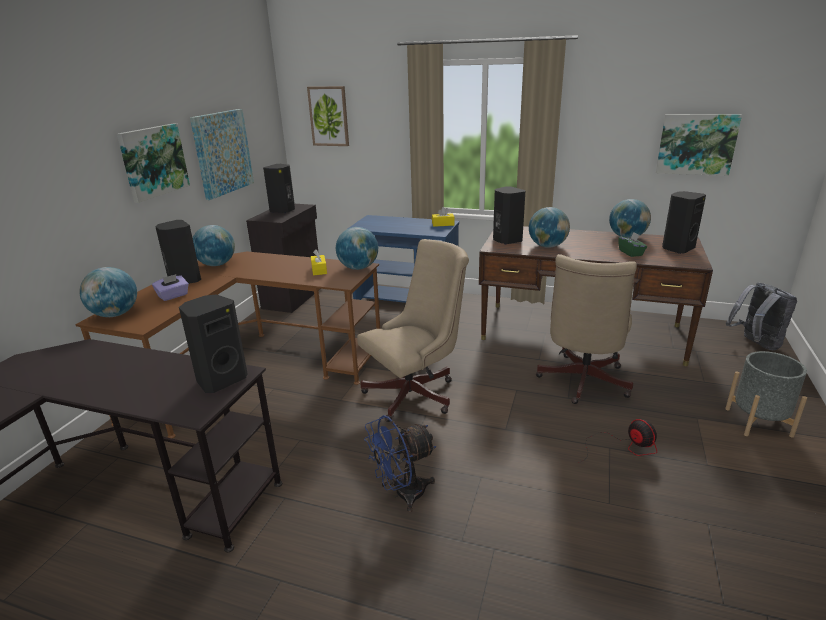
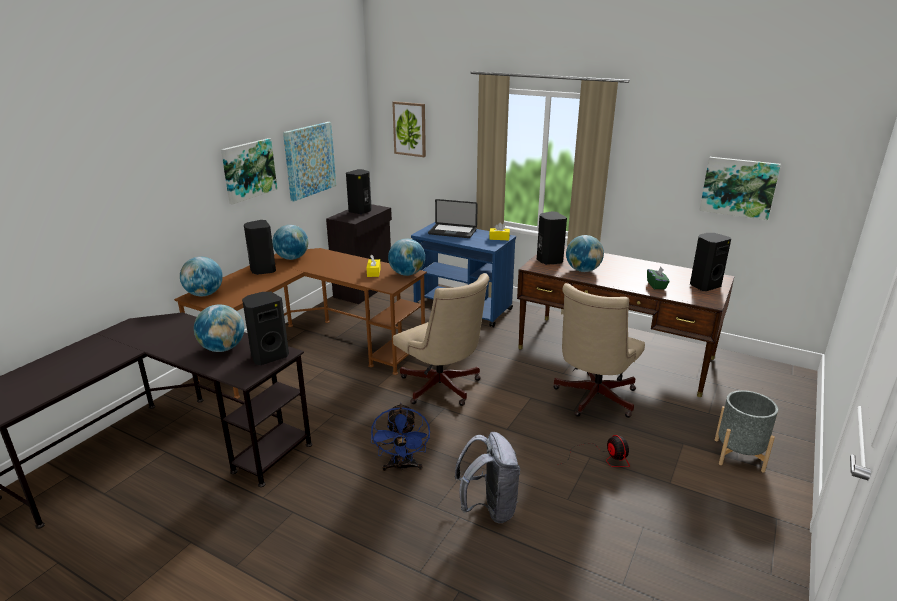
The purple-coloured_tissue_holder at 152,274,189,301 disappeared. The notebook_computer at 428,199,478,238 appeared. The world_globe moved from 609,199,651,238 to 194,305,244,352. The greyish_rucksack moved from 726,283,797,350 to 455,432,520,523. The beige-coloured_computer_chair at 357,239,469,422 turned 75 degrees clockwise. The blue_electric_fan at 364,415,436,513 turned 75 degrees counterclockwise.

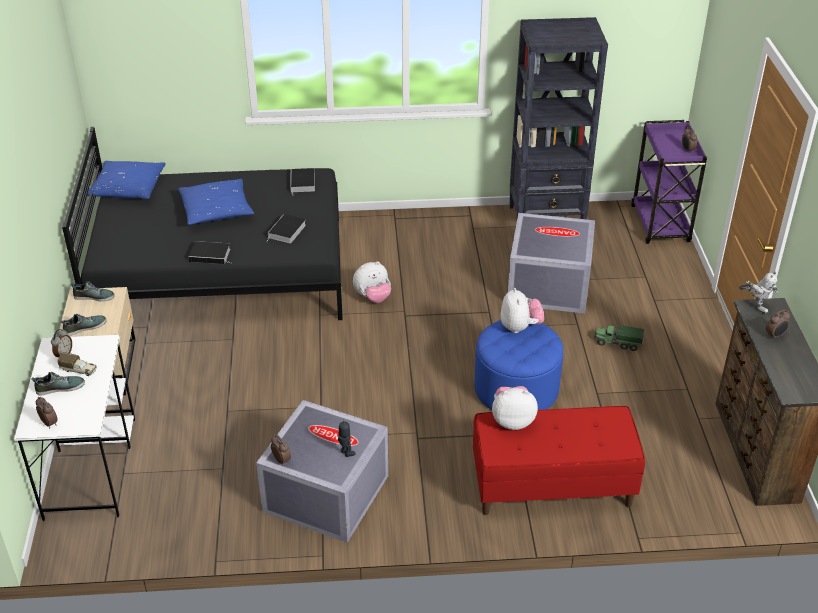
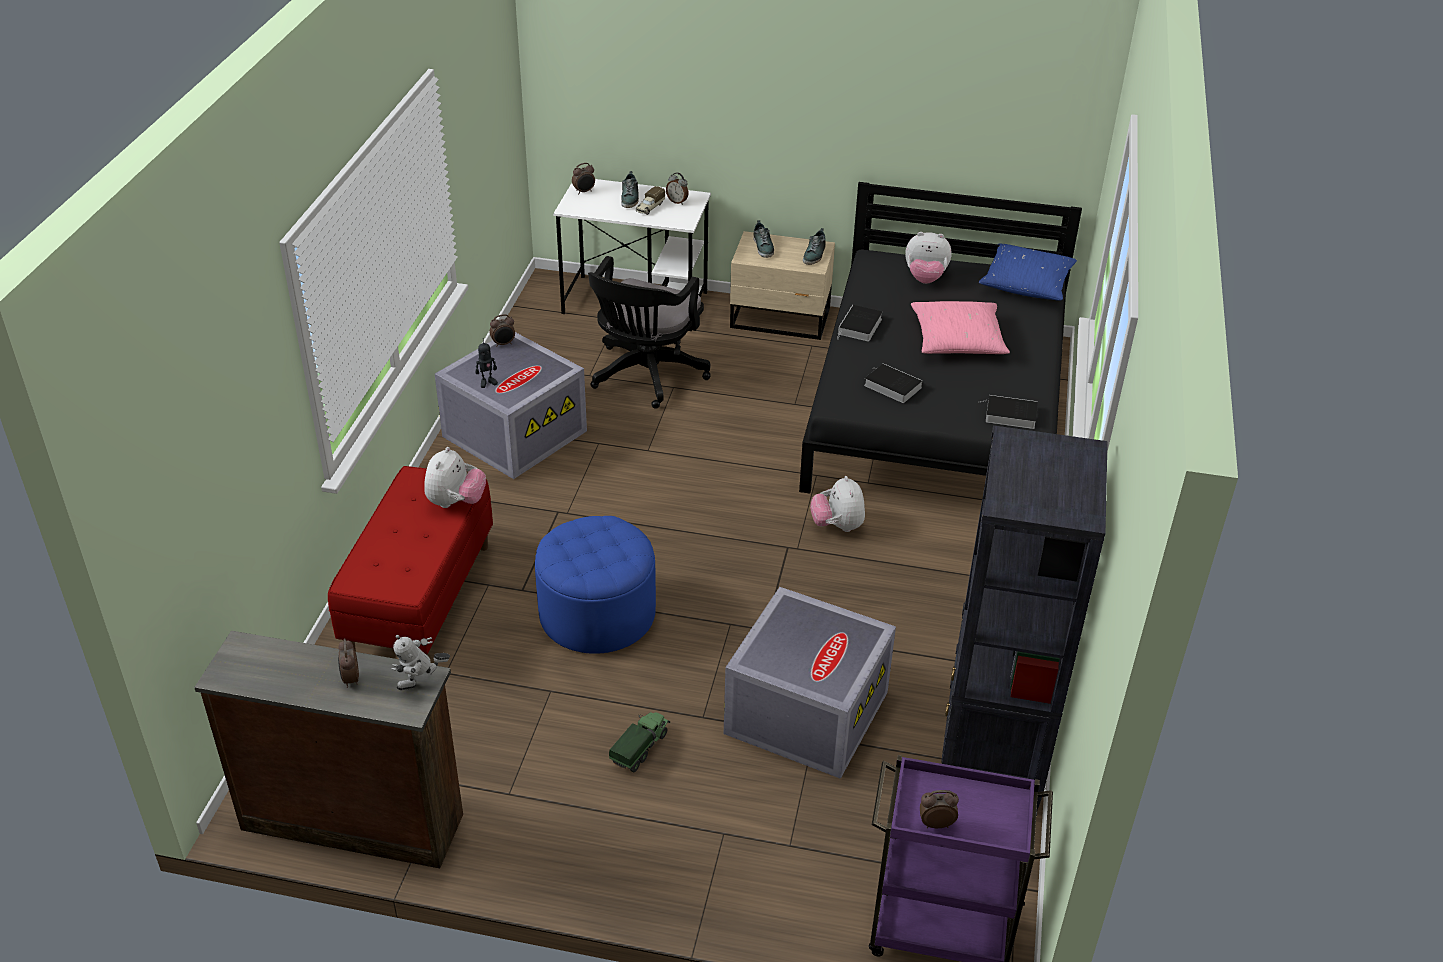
The black-coloured_computer_chair at 588,256,711,409 appeared. The plush_toy moved from 501,288,544,333 to 905,232,952,284. The blue_throw_pillow at 178,179,254,225 became the pink_throw_pillow at 911,301,1010,354.

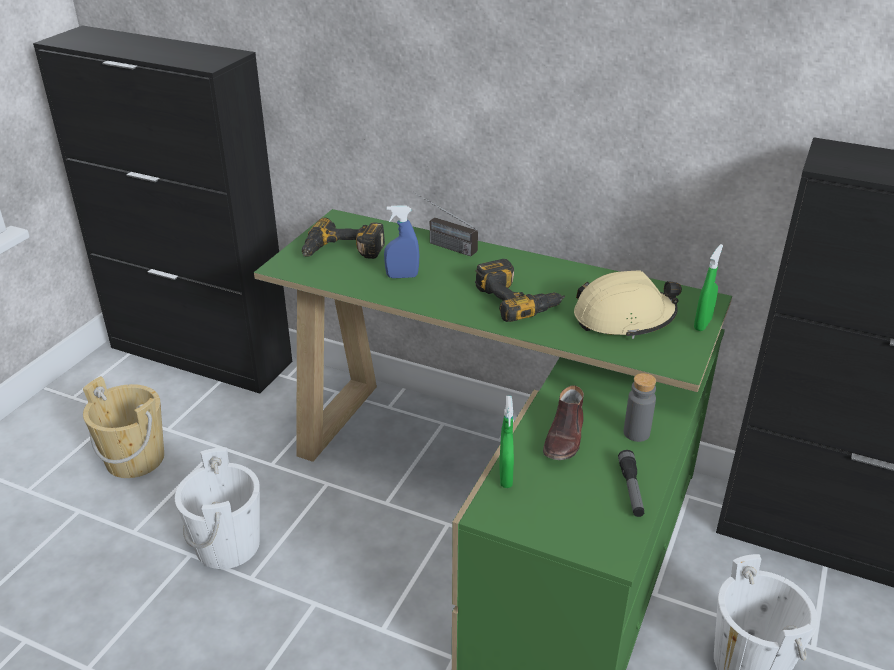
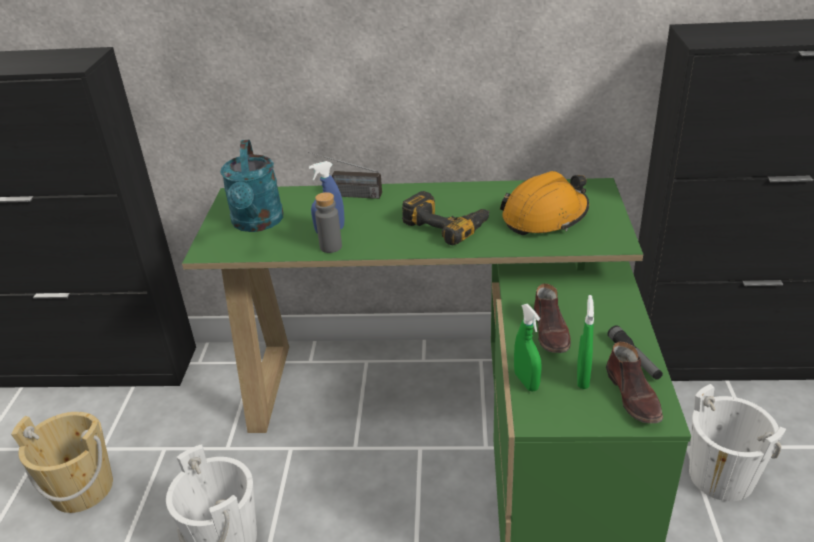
The brownish_shoe at 606,342,663,423 appeared. The greyish_beverage_bottle moved from 624,373,656,442 to 315,192,342,253. The greenish_spray_bottle moved from 694,244,723,331 to 577,295,594,389. The drill at 302,218,385,259 was replaced by the blue-green_watering_pot at 220,140,283,232. The beige-coloured_hard_hat at 574,270,682,339 became the orange_hard_hat at 500,171,589,235.

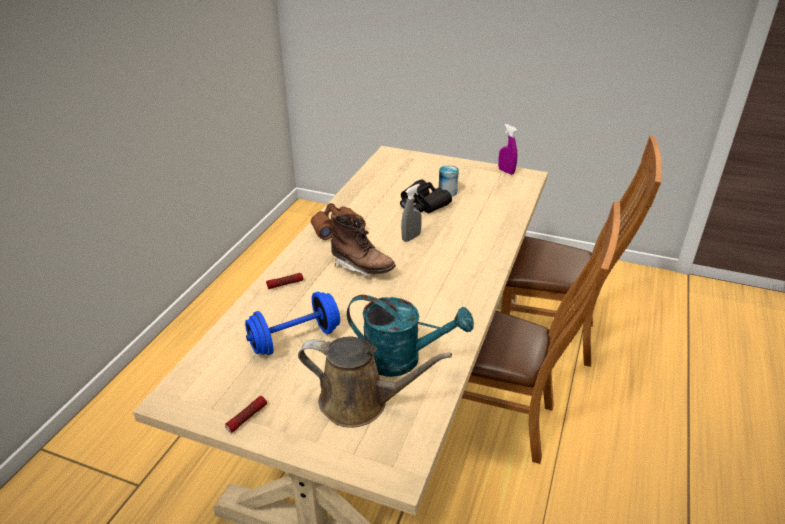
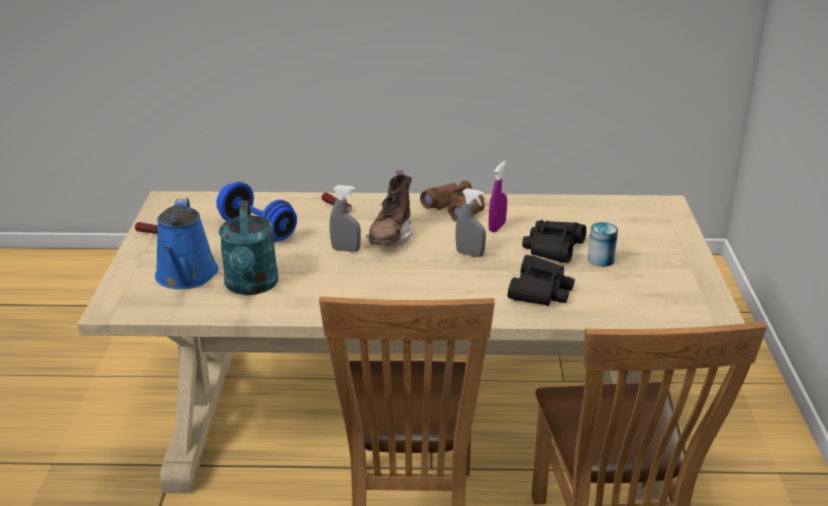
The greyish_spray_bottle at 329,185,361,252 appeared. The black-coloured_binoculars at 507,255,575,306 appeared. The purple-coloured_spray_bottle moved from 498,124,517,175 to 489,161,507,232. The brownish_watering_pot at 298,337,452,428 became the blue_watering_pot at 155,198,219,289.

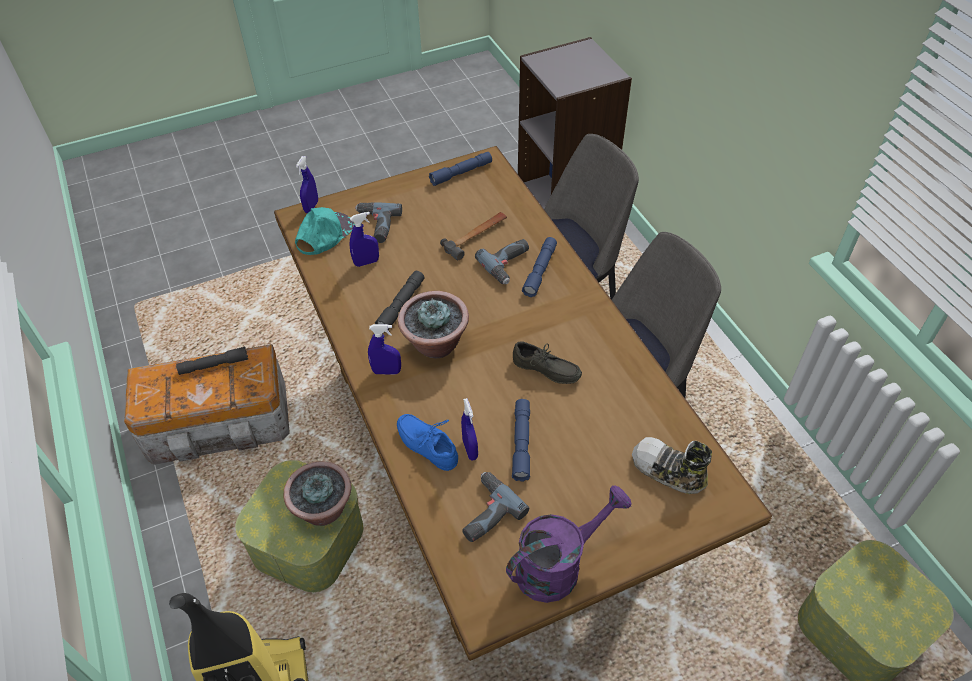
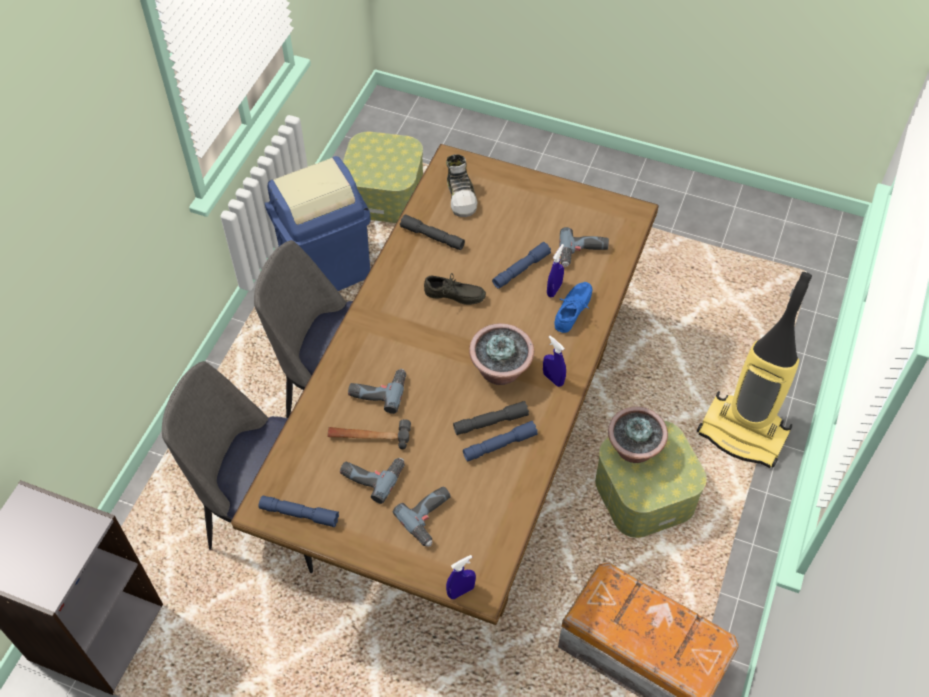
The blue-green_peaked_cap at 295,207,355,255 disappeared. The blue_spray_bottle at 350,212,379,267 disappeared. The purple-coloured_watering_pot at 506,485,632,603 disappeared. The blue_rubbish_bin at 264,156,371,291 appeared. The drill at 340,458,405,504 appeared. The greyish_torch moved from 176,346,248,375 to 400,214,465,250. The blue_torch moved from 522,237,557,297 to 463,421,538,462. The blue_shoe at 397,414,458,471 turned 150 degrees counterclockwise. The greyish_shoe at 513,342,582,384 turned 120 degrees clockwise.

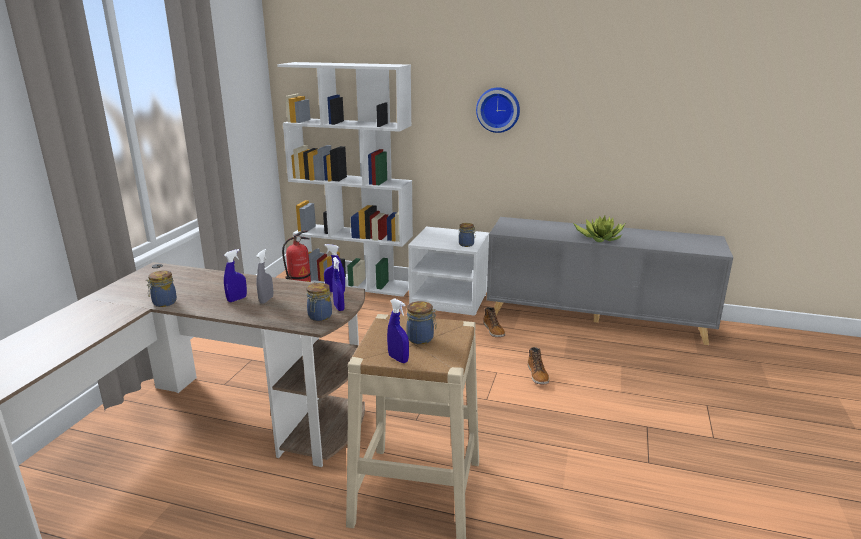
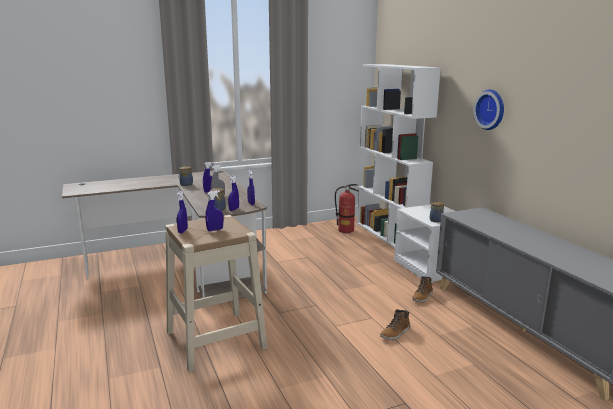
The houseplant at 573,216,625,242 disappeared. The preserve_jar at 407,301,437,344 was replaced by the blue_spray_bottle at 205,190,223,231.

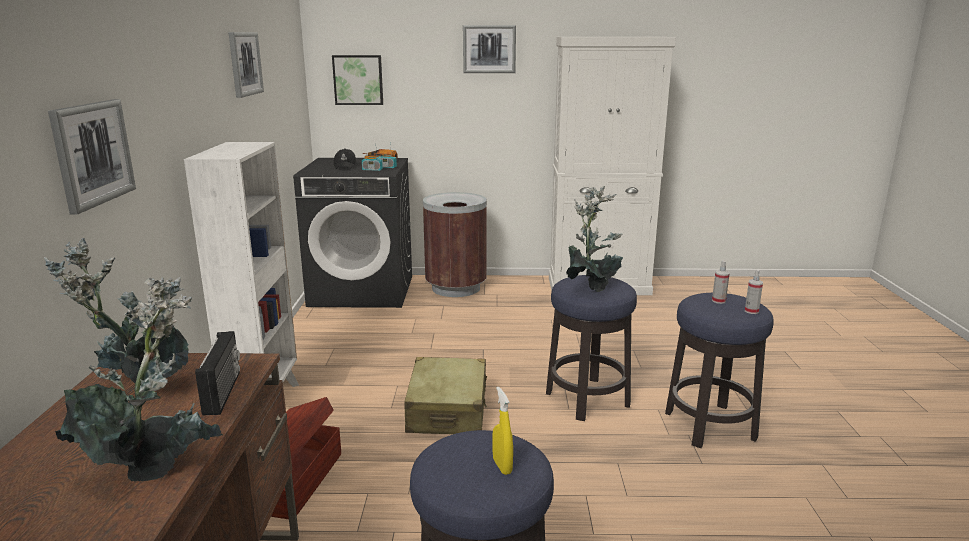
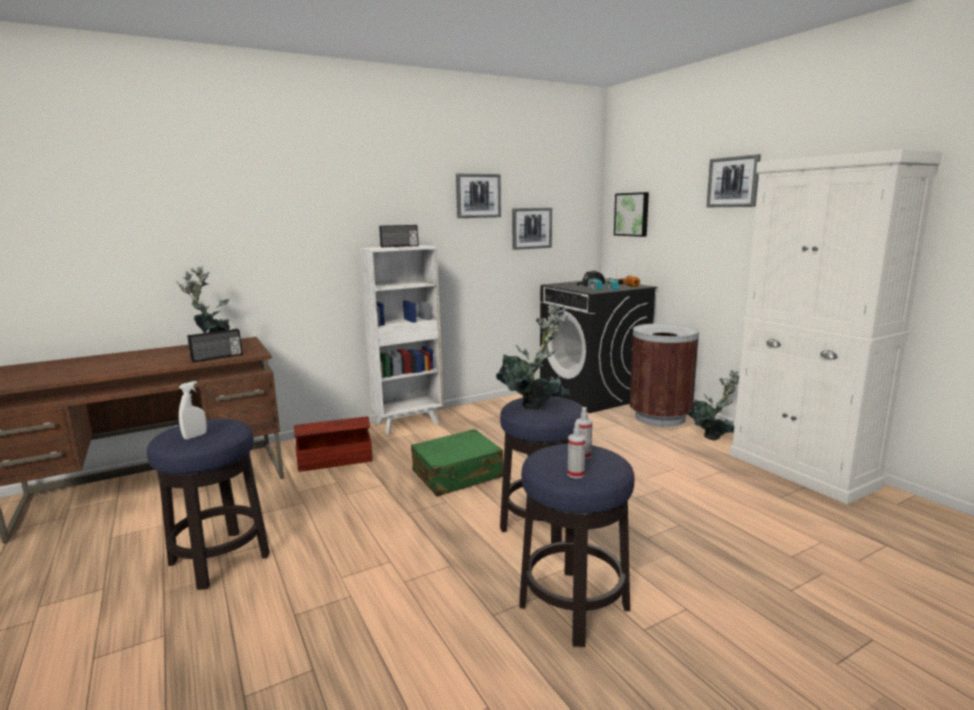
The radio_receiver at 379,225,418,247 appeared. The wall_art moved from 48,99,136,214 to 512,208,552,250. The houseplant moved from 55,277,223,481 to 688,370,739,441. The beige-coloured_suitcase at 404,357,487,434 became the greenish_suitcase at 411,429,503,496. The yellowish_spray_bottle at 493,387,513,475 became the white_spray_bottle at 179,381,207,440.

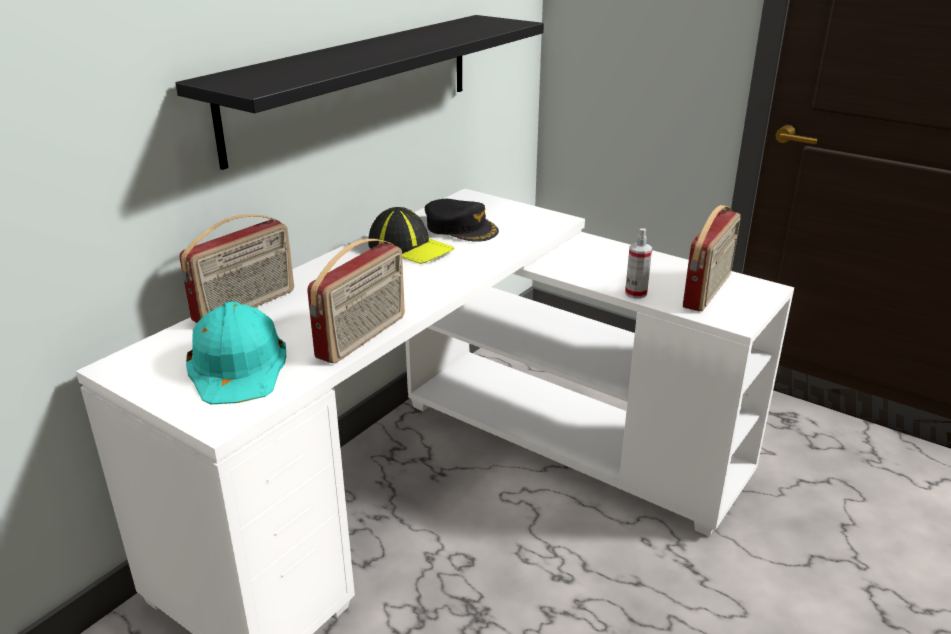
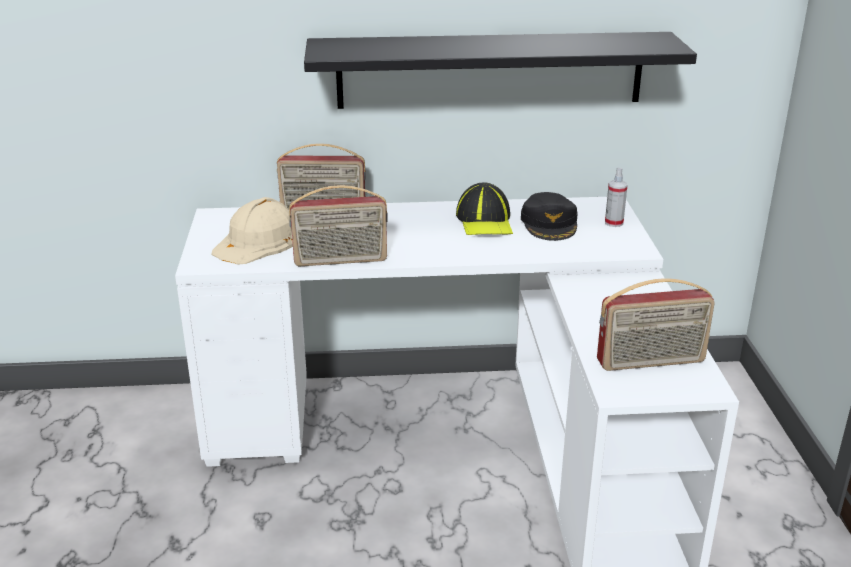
The spray_bottle moved from 625,228,652,299 to 605,168,628,227. The blue-green_hard_hat at 186,302,286,404 became the beige-coloured_hard_hat at 212,197,293,265.

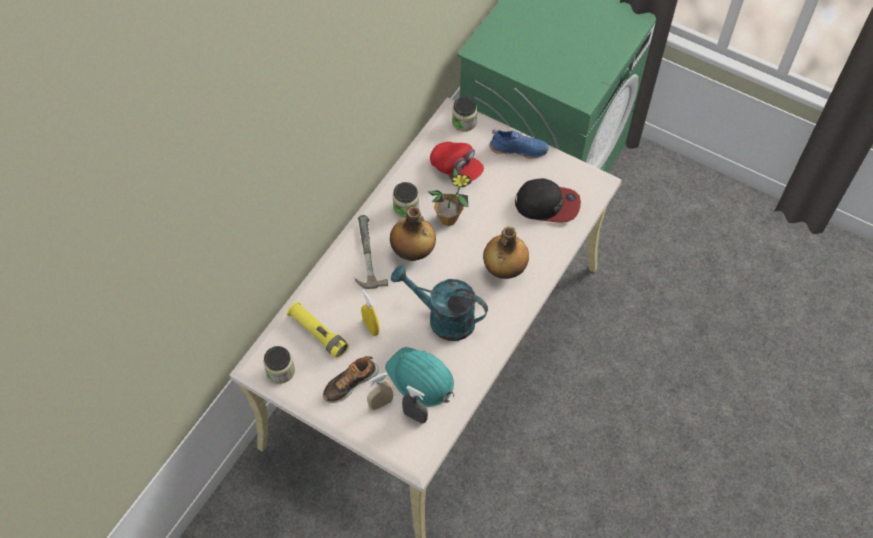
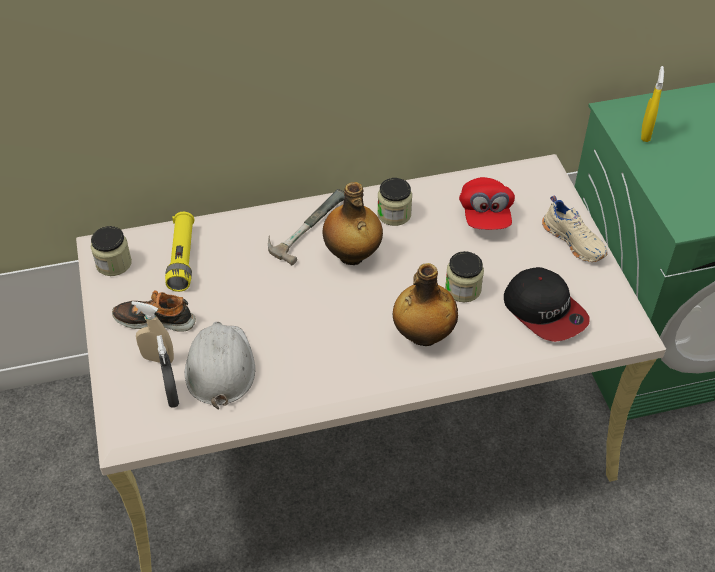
The blue-green_watering_pot at 391,265,488,341 disappeared. The houseplant at 427,168,471,226 disappeared. The yellowish_spray_bottle moved from 361,289,379,336 to 641,66,664,142. The preserve_jar moved from 452,97,477,132 to 445,251,484,302. The blue-green_hard_hat at 385,347,454,407 became the white_hard_hat at 185,322,255,410. The blue_shoe at 489,130,549,159 became the beige-coloured_shoe at 542,195,608,262.

